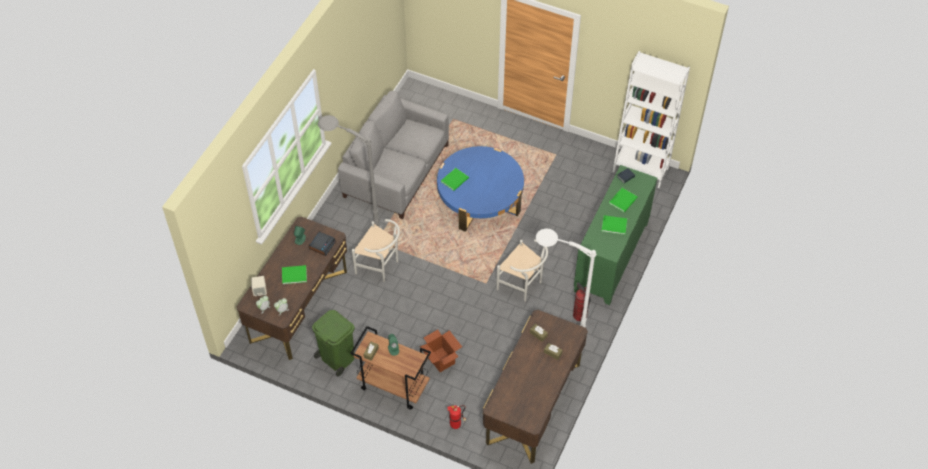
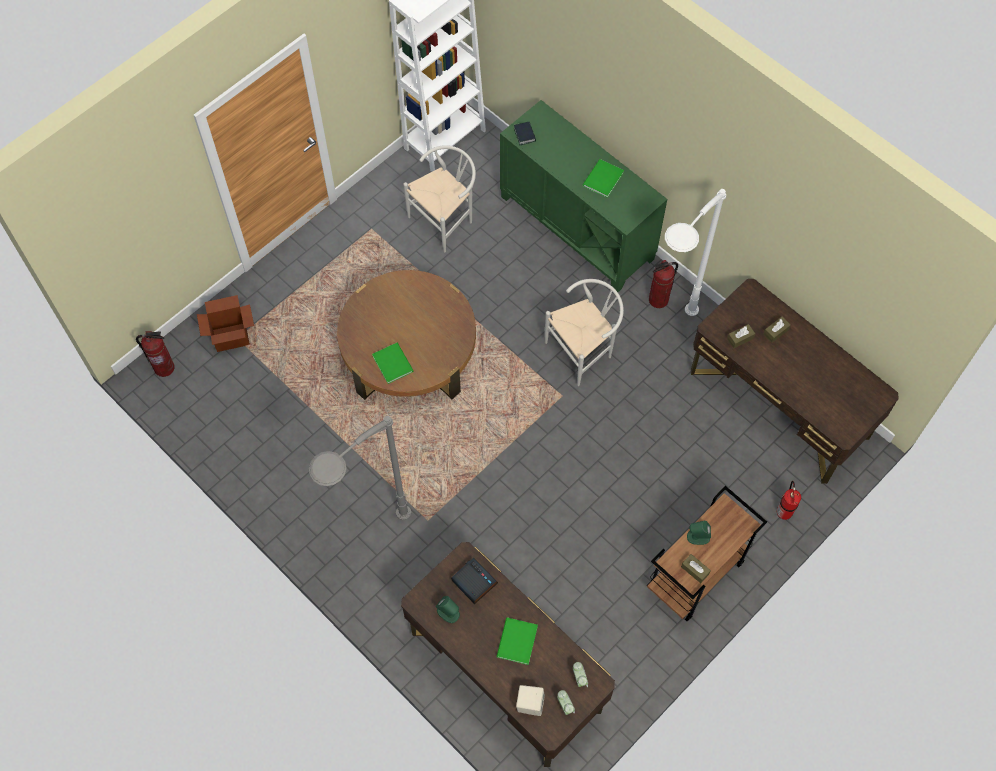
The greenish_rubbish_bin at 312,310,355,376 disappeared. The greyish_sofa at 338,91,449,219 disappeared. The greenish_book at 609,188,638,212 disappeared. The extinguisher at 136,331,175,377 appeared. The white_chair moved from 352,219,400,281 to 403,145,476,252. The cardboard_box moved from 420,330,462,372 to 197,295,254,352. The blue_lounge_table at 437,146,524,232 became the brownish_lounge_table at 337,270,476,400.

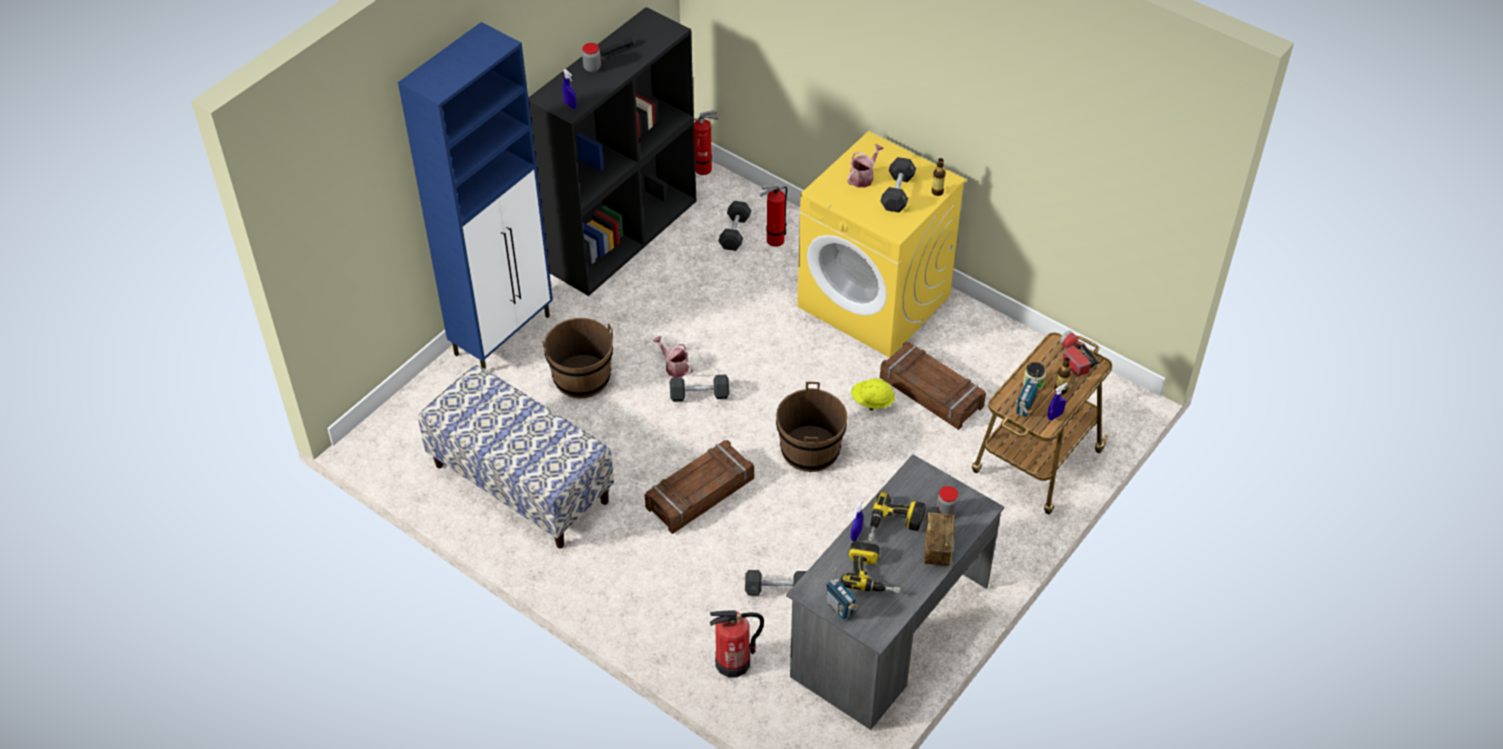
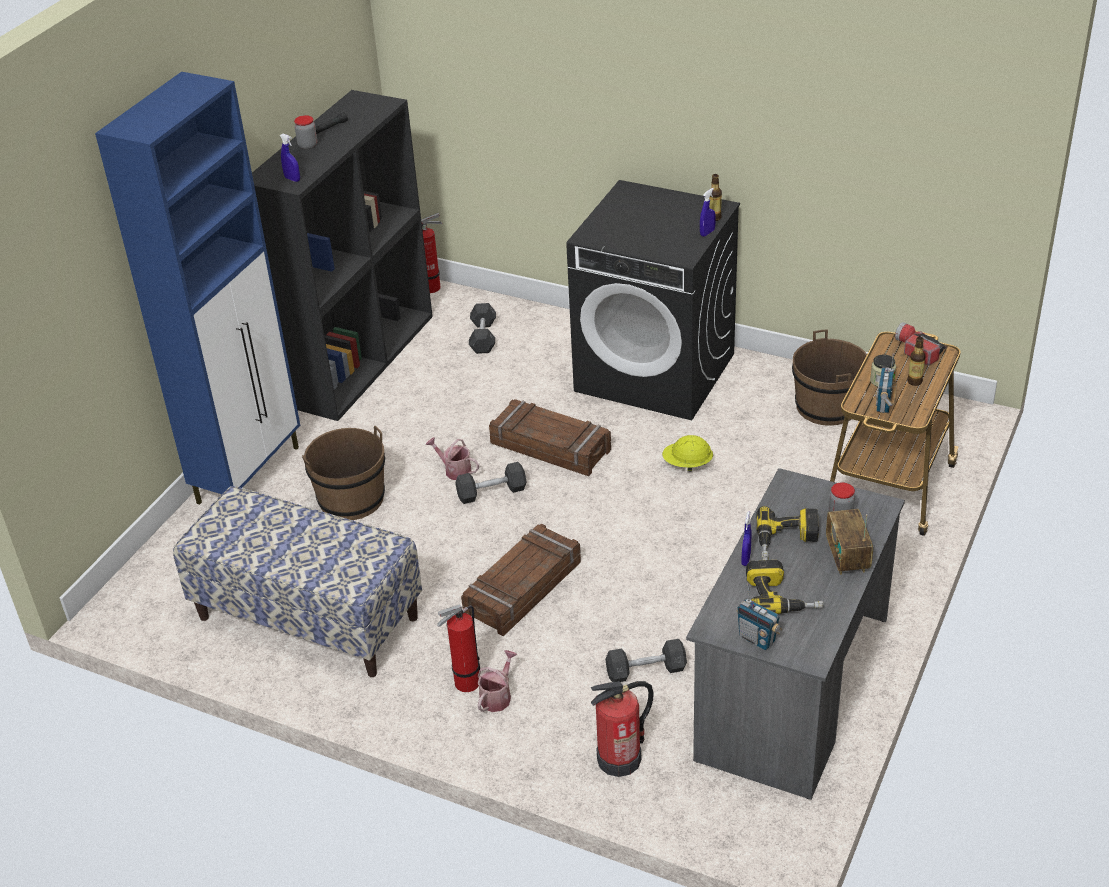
The greyish_dumbbell at 880,157,916,212 disappeared. The extinguisher moved from 760,184,787,247 to 437,604,480,692. The brownish_pail moved from 776,382,848,472 to 792,329,867,425. The watering_pot moved from 847,144,884,188 to 477,650,517,712. The packing_crate moved from 880,342,986,430 to 489,399,611,476. The blue_spray_bottle moved from 1048,383,1067,420 to 700,188,716,237. The yellowish_washing_machine at 797,131,966,358 became the black-coloured_washing_machine at 566,180,740,421.

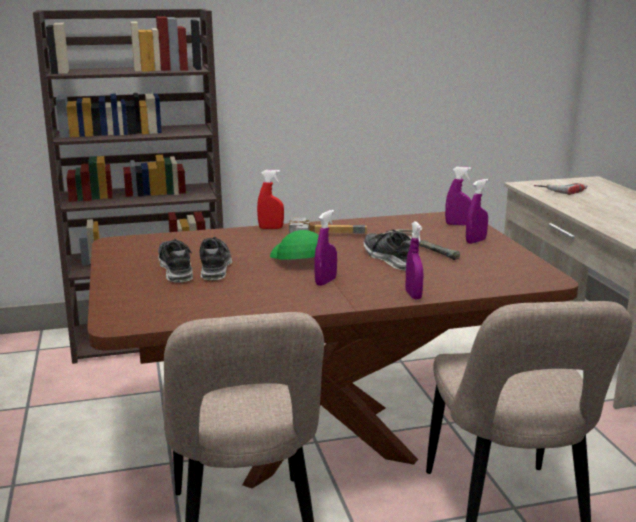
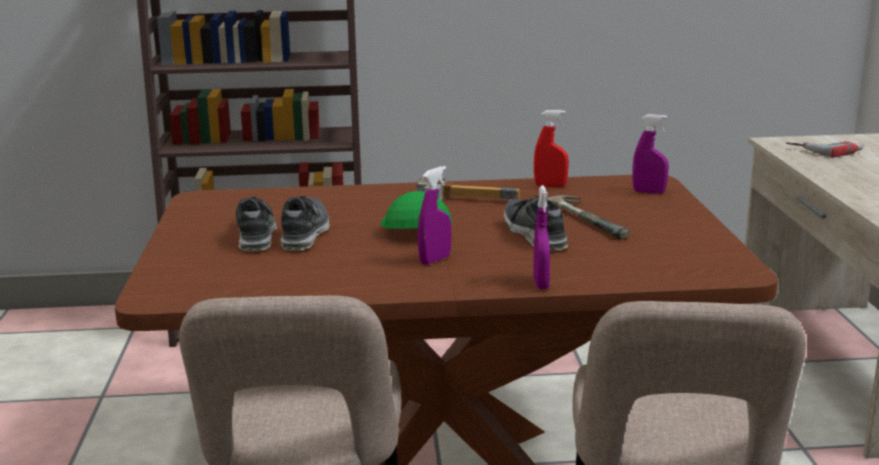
The purple-coloured_spray_bottle at 466,179,488,244 disappeared. The red_spray_bottle moved from 257,170,284,229 to 534,110,569,187.

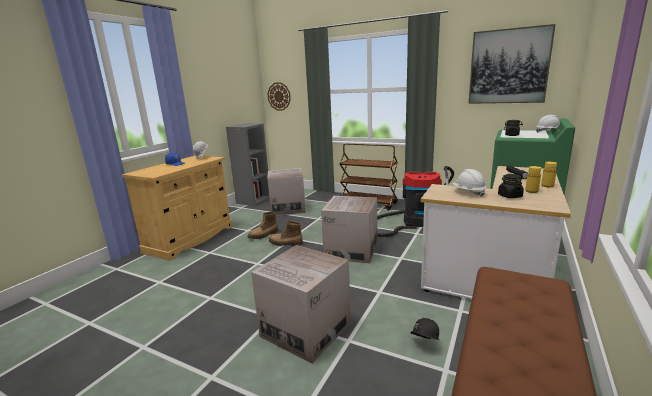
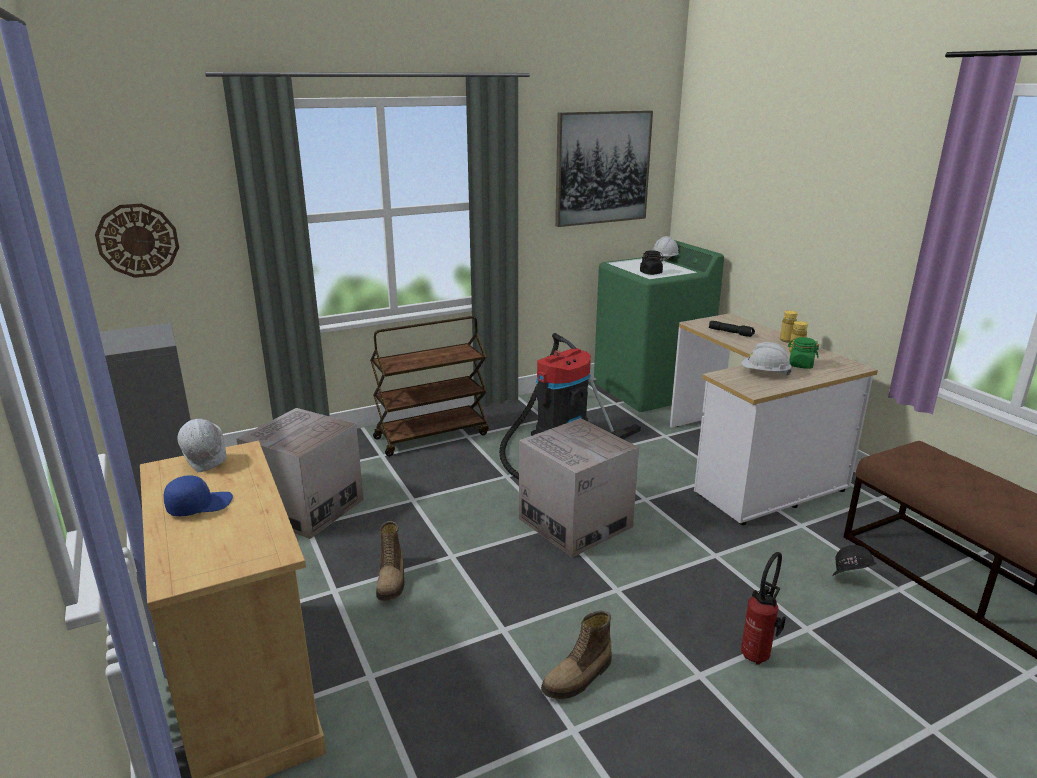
The boot moved from 269,221,303,246 to 541,611,612,699. The cardboard_box at 251,245,351,364 was replaced by the extinguisher at 741,552,786,665. The black-coloured_preserve_jar at 498,174,524,198 became the greenish_preserve_jar at 788,337,819,369.

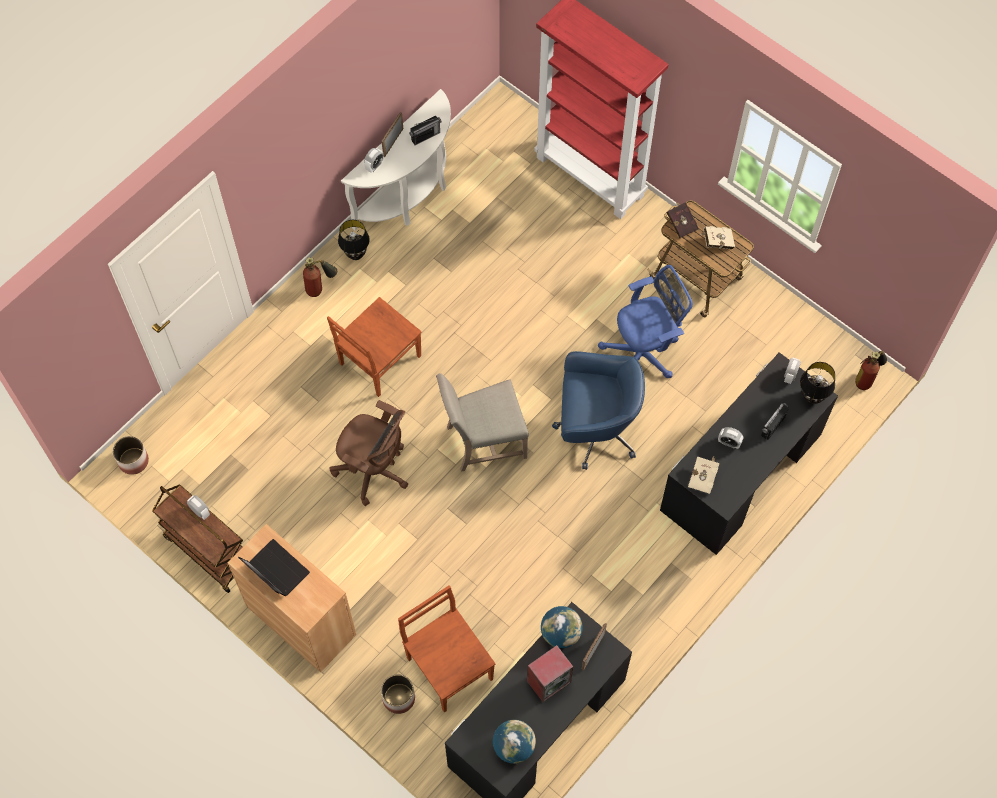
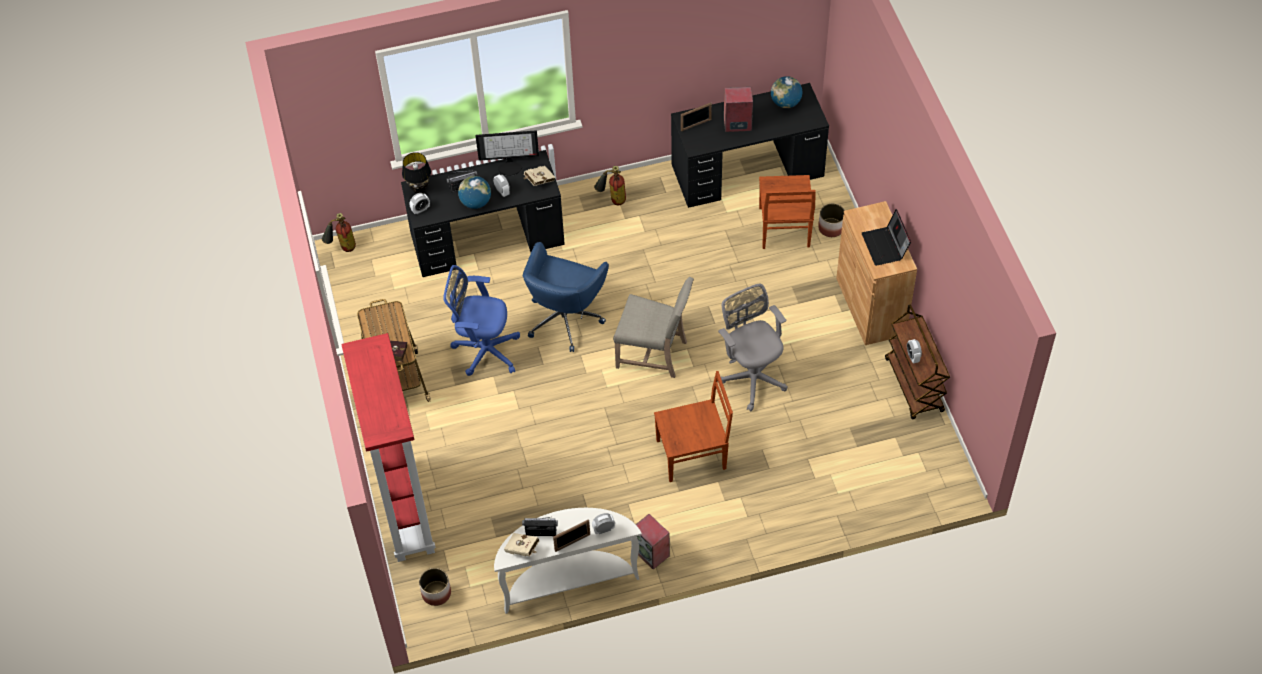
The computer_screen at 476,130,539,176 appeared. The planter moved from 113,436,149,475 to 419,568,451,606. The extinguisher moved from 303,257,337,297 to 594,166,626,205. The world_globe moved from 541,606,583,648 to 458,176,491,209. The beige-coloured_book moved from 700,226,735,249 to 504,533,540,556. The black-coloured_table_lamp at 338,220,370,260 was replaced by the speaker at 636,514,670,570. The brownish_computer_chair at 329,400,408,506 became the greyish_computer_chair at 718,284,787,411. The blue_computer_chair at 552,351,645,470 turned 105 degrees counterclockwise.

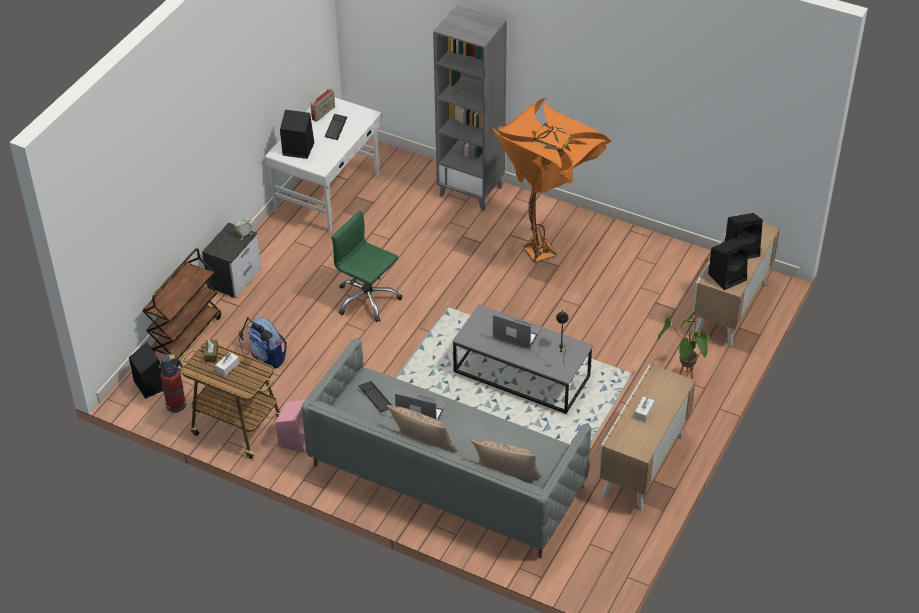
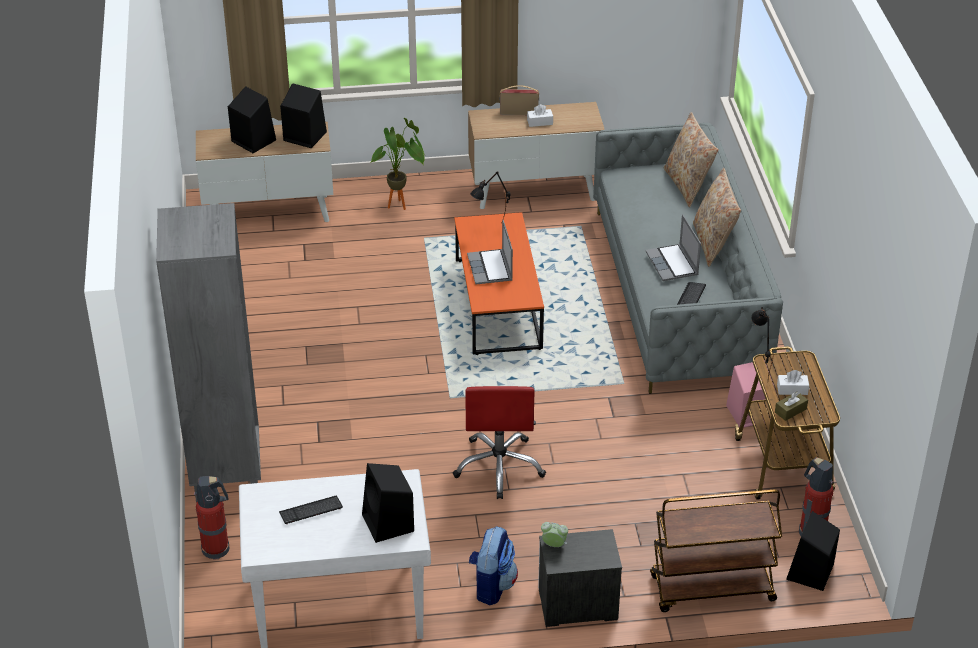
The orange_floor_lamp at 492,98,611,263 disappeared. The extinguisher at 194,476,230,560 appeared. The rucksack moved from 249,317,287,369 to 469,526,518,605. The radio_receiver moved from 311,89,335,122 to 499,85,539,115. The greenish_computer_chair at 331,210,402,322 became the red_computer_chair at 453,386,546,499. The greyish_lounge_table at 452,305,593,414 became the orange_lounge_table at 454,212,544,355.

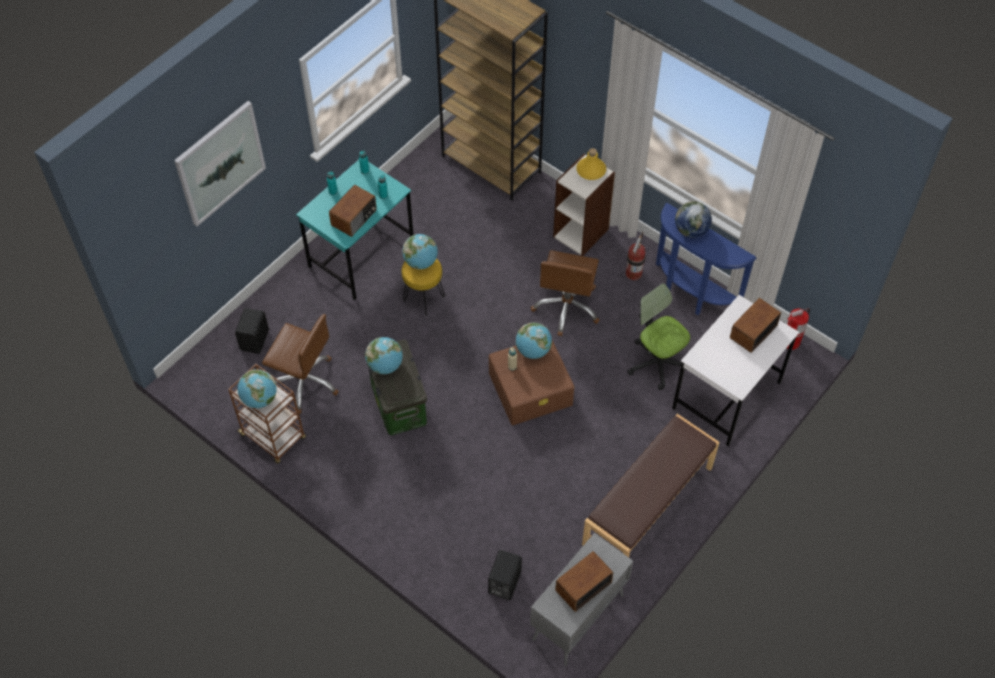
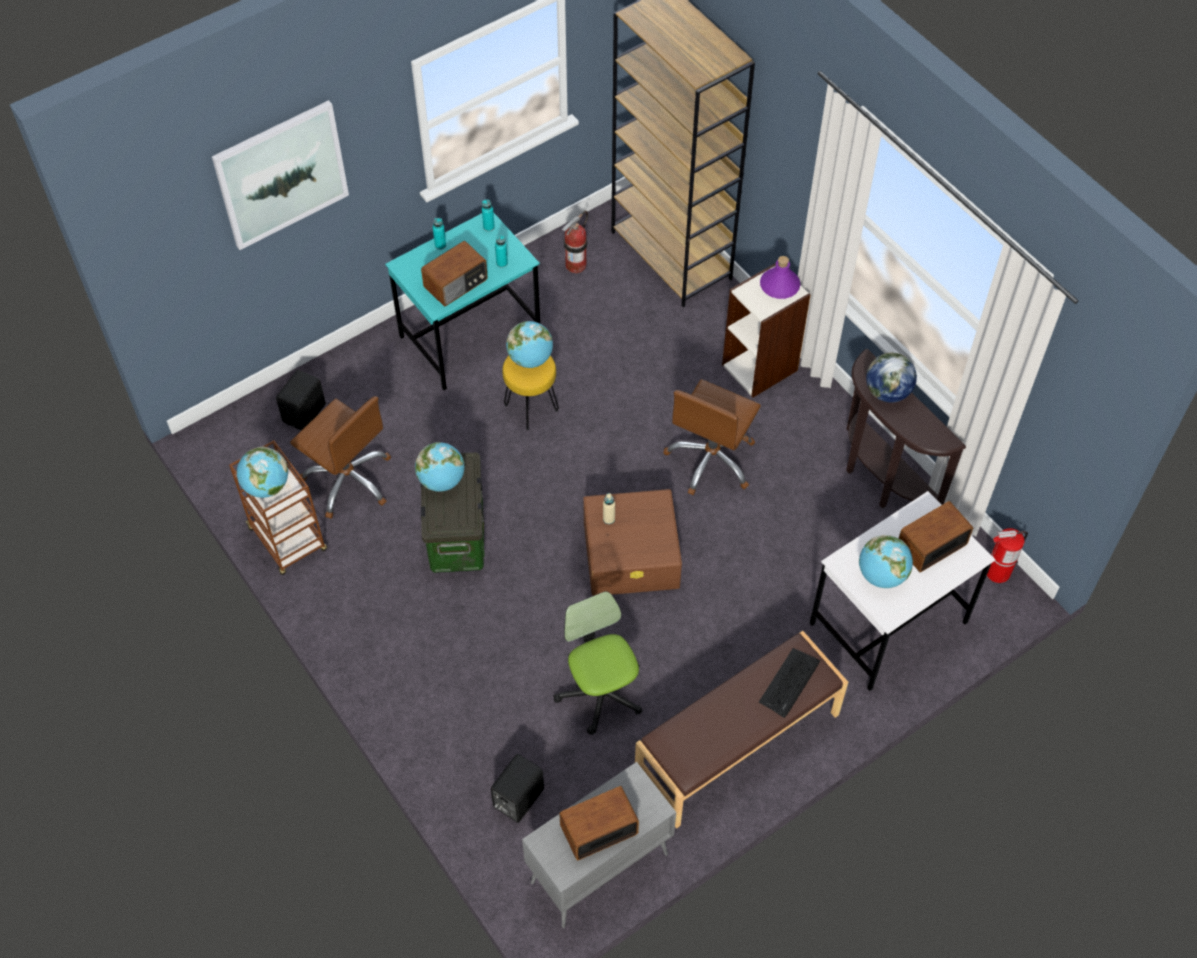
The keyboard at 759,648,820,718 appeared. The world_globe moved from 516,323,552,359 to 859,535,913,588. The extinguisher moved from 626,232,646,280 to 561,210,588,273. The computer_chair moved from 627,284,690,390 to 554,591,642,735. The yellowish_beverage_bottle at 576,148,606,180 became the purple-coloured_beverage_bottle at 760,256,800,299. The blue_hall_table at 656,203,757,315 became the brownish_hall_table at 846,349,966,509.

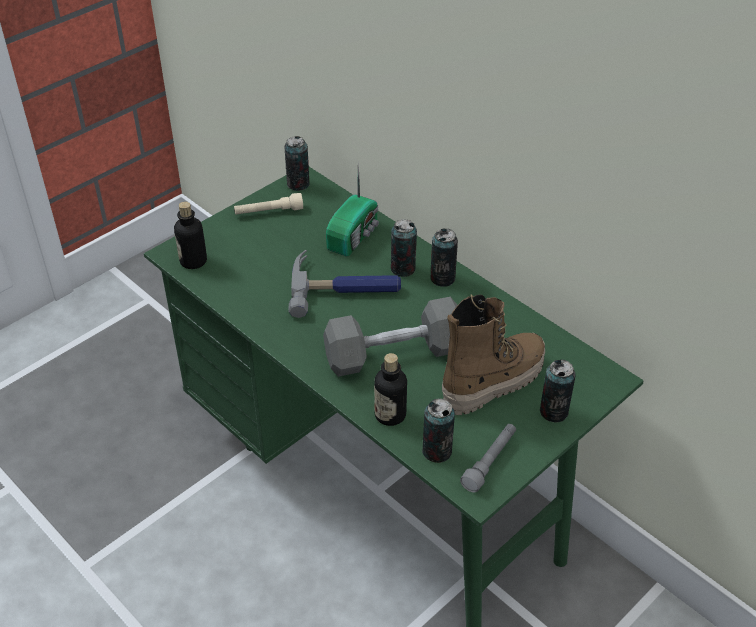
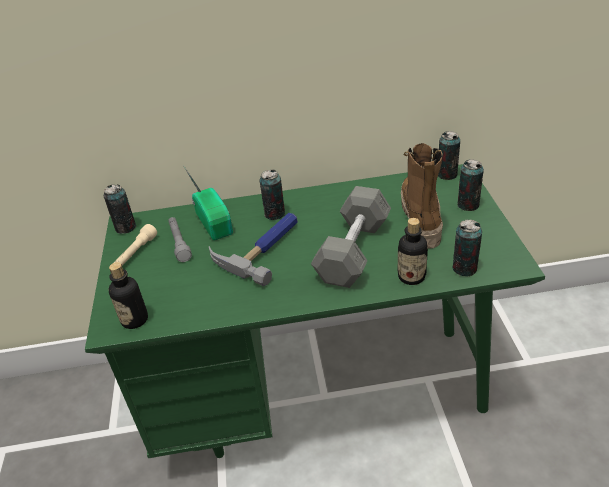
The sealed_can moved from 430,228,458,287 to 438,131,460,180. The greyish_torch moved from 460,424,516,492 to 168,217,192,262.

